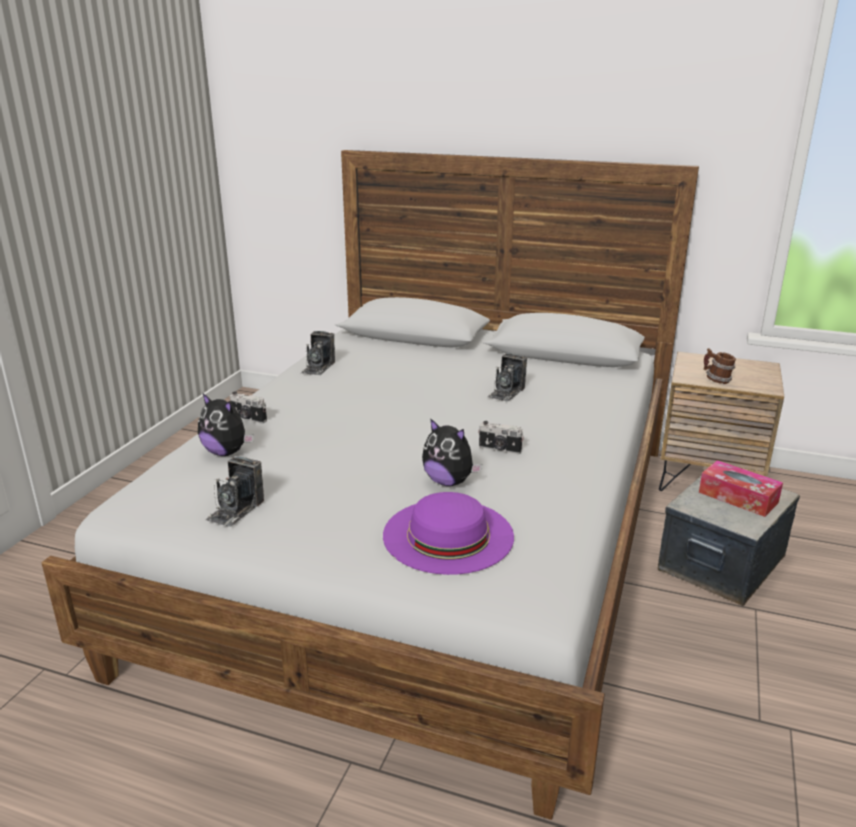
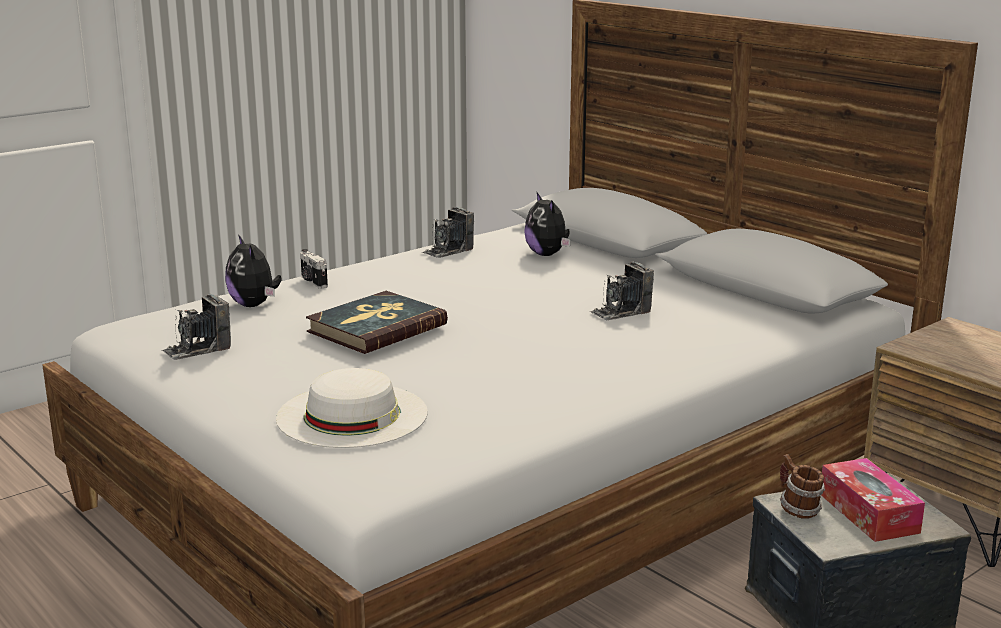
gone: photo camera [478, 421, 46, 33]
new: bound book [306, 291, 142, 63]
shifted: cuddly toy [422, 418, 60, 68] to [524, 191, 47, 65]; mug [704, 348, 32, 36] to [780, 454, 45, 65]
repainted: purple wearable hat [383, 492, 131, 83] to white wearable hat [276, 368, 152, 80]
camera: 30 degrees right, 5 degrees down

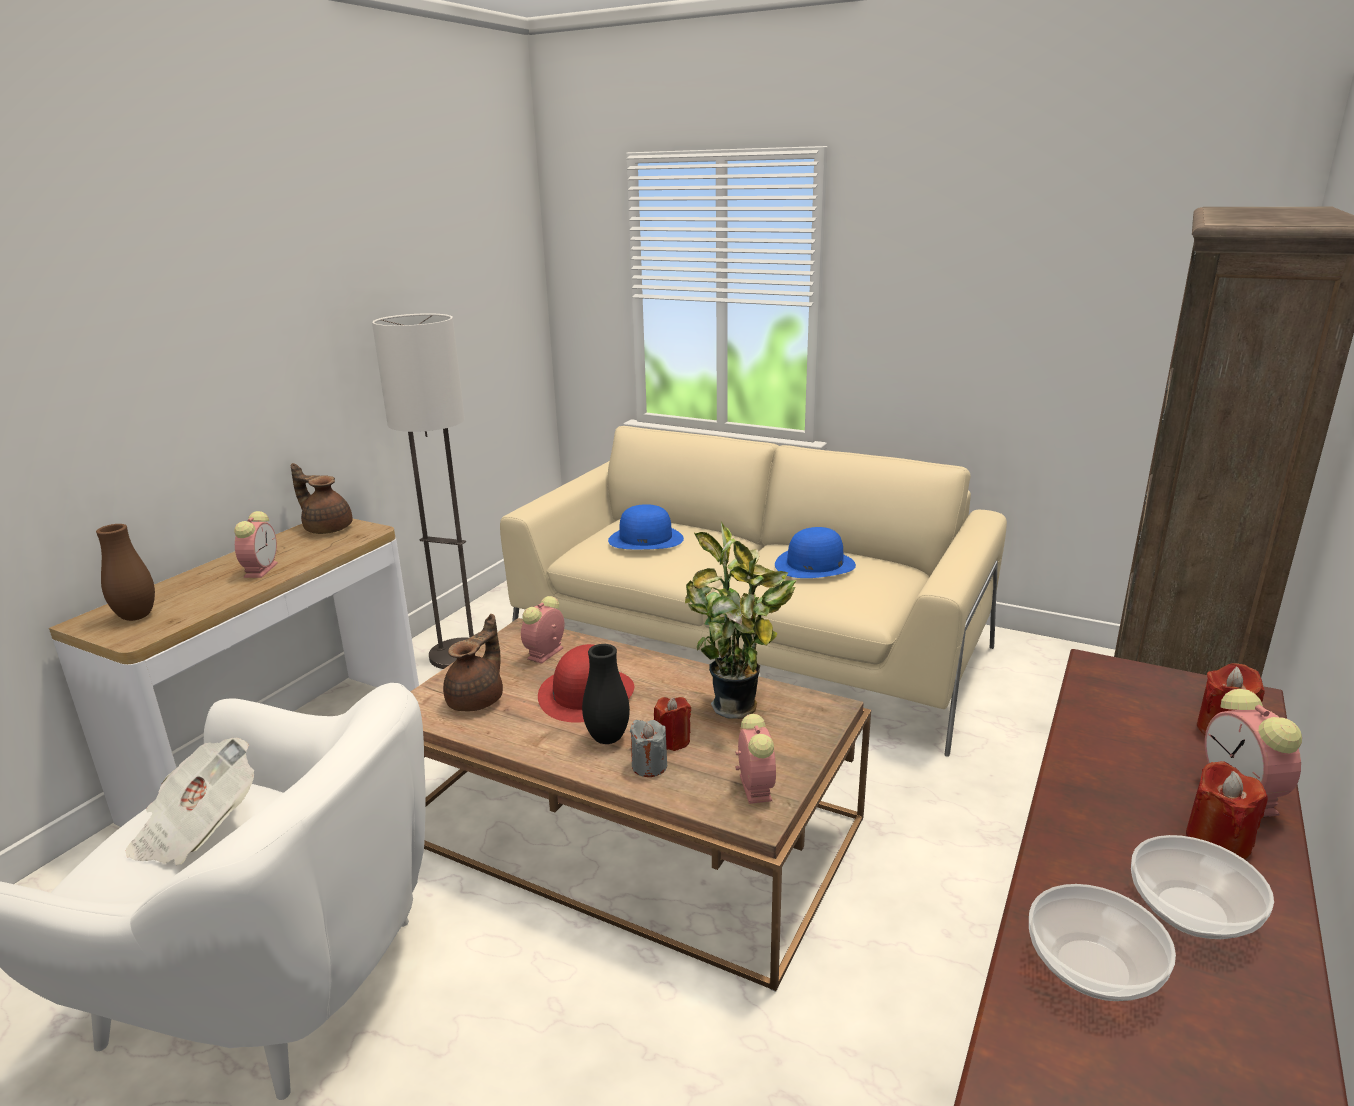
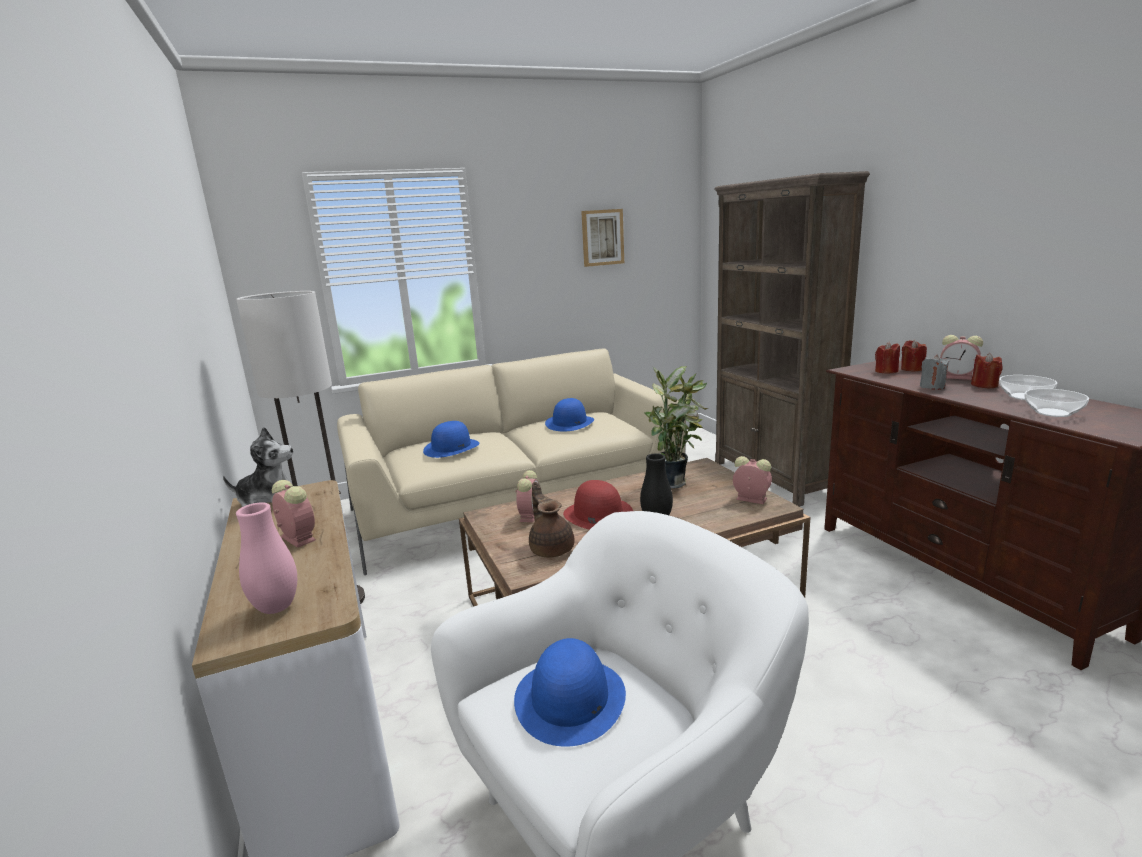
new: picture [581, 209, 43, 58]
shifted: grey wax light [630, 720, 37, 57] to [920, 355, 29, 35]; red-coloured wax light [654, 697, 37, 54] to [875, 342, 25, 31]
swapped: daily paper [125, 738, 129, 127] to blue wearable hat [514, 638, 112, 109]; brownish teapot [291, 463, 62, 71] to cuddly toy [223, 427, 71, 80]
repainted: brownish flower vase [96, 524, 59, 97] to pinkish flower vase [236, 502, 61, 112]
rotated: bedside clock [521, 596, 43, 68] = [515, 470, 24, 52] 150 degrees counterclockwise
camera: 50 degrees left, 5 degrees down

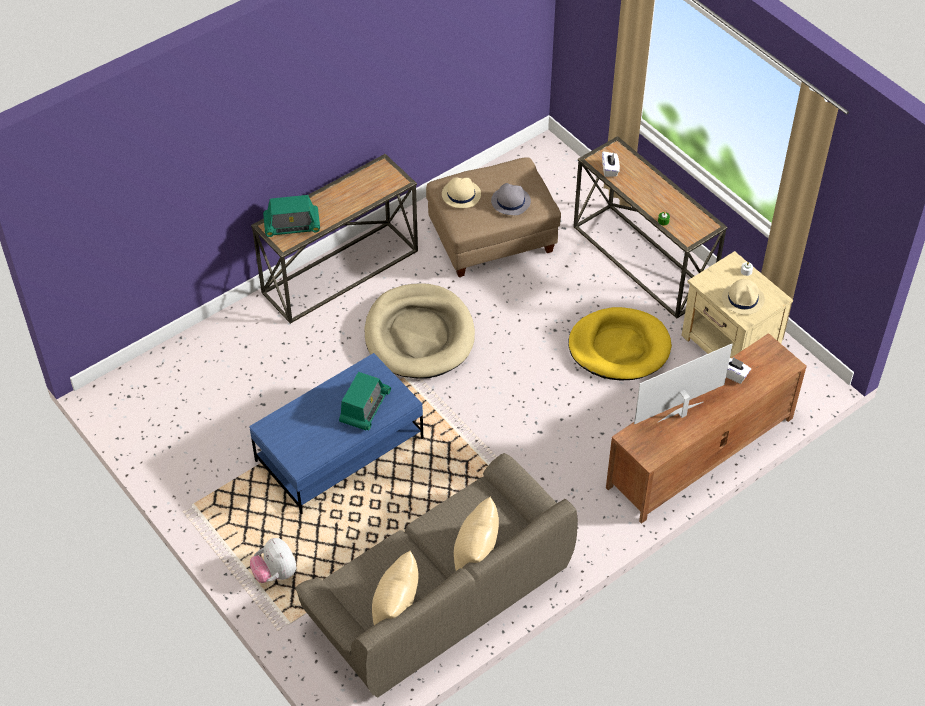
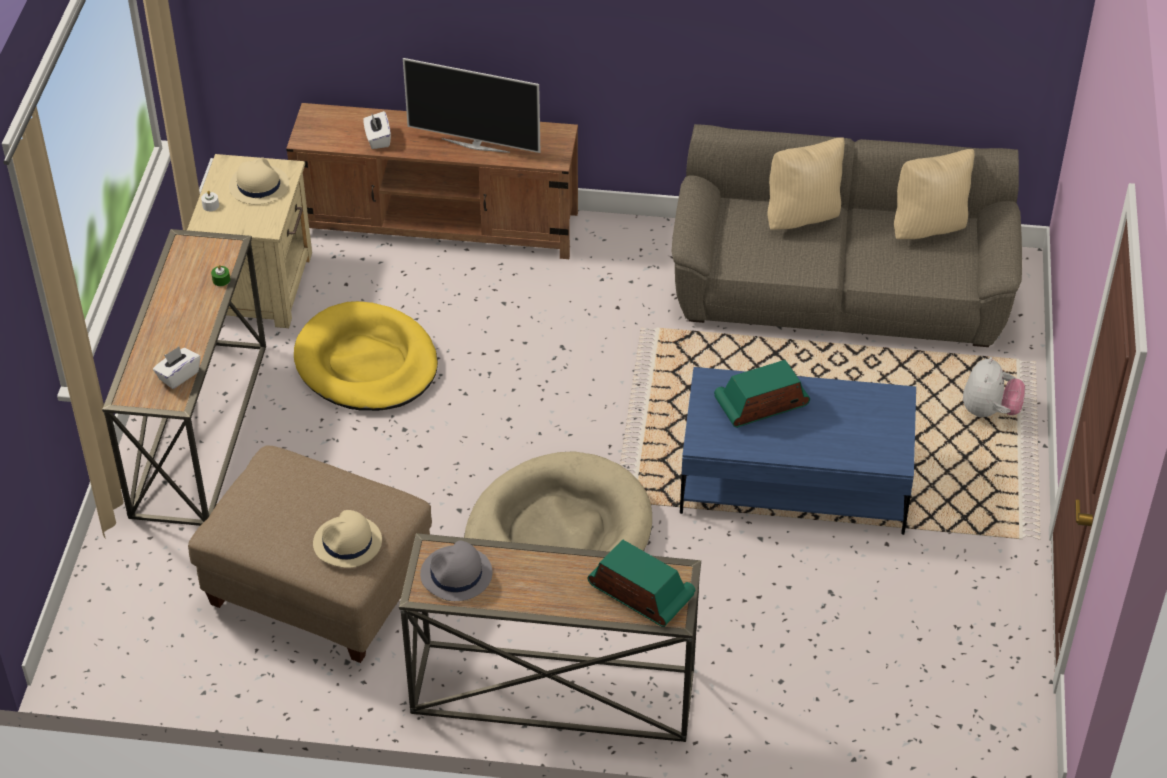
shifted: grey wearable hat [491, 183, 40, 32] to [420, 540, 72, 61]
camera: 135 degrees left, 5 degrees down

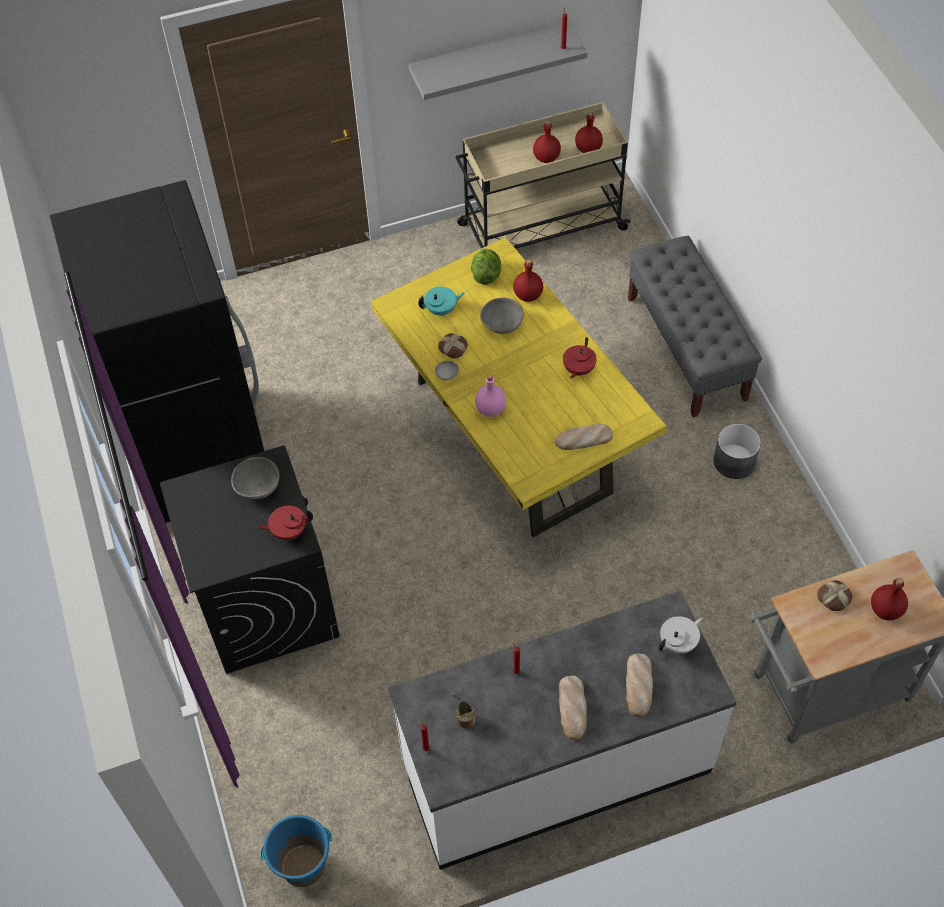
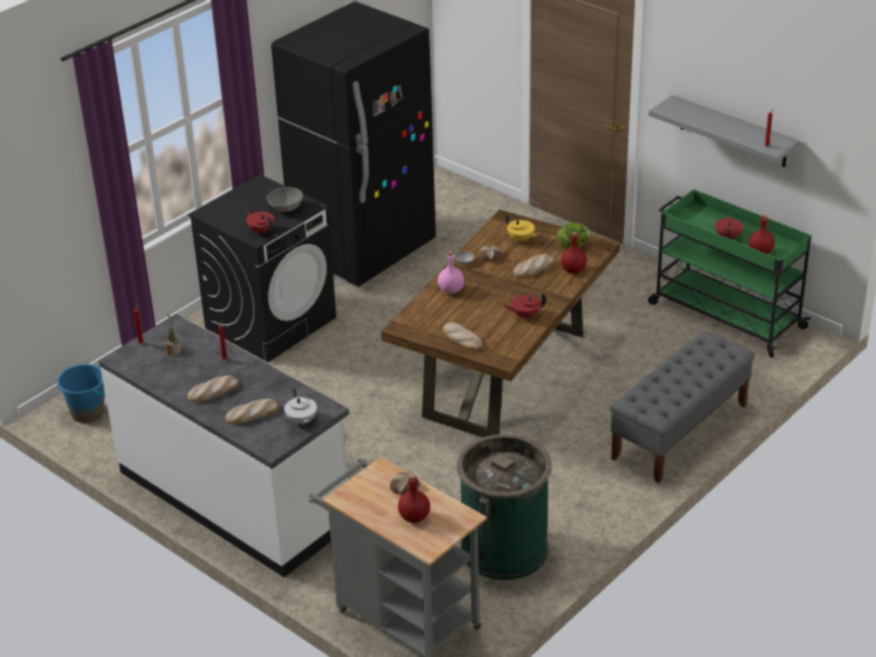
gone: grey plant pot [714, 424, 47, 55]
new: green-coloured waste bin [457, 434, 95, 146]
swapped: grey bowl [480, 298, 44, 36] to baked bread [513, 254, 41, 24]; red-coloured beverage bottle [533, 121, 28, 42] to red-coloured teapot [715, 214, 28, 25]
repainted: yellow-coloured kitchen table [371, 237, 295, 300] to brownish kitchen table [381, 210, 239, 227]; blue-green teapot [418, 287, 47, 30] to yellow-coloured teapot [506, 214, 31, 29]; sand-coloured trolley [455, 102, 176, 147] to green-coloured trolley [648, 189, 163, 168]
rotated: white teapot [659, 616, 45, 38] = [284, 388, 33, 38] 45 degrees clockwise
camera: 60 degrees right, 20 degrees down

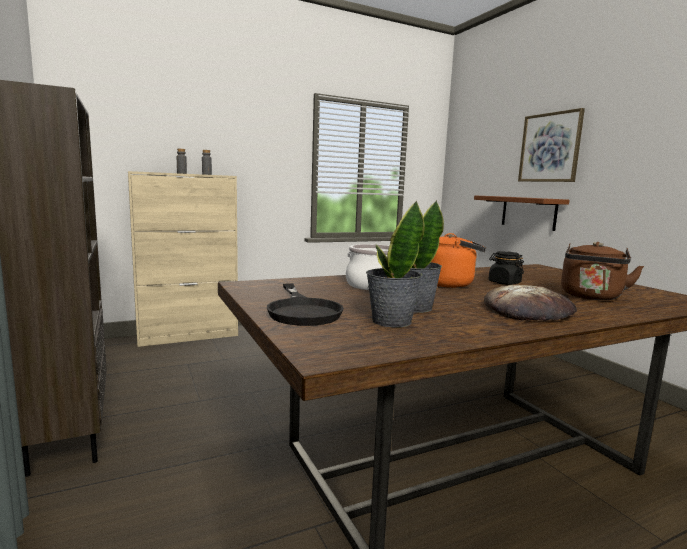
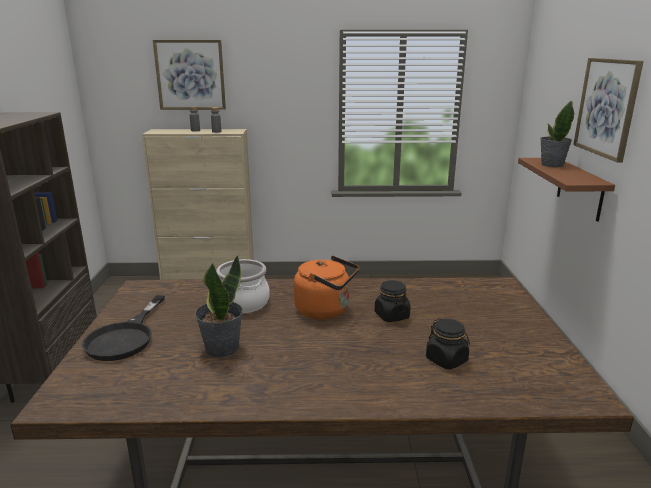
gone: baked bread [484, 285, 93, 36]
new: picture [153, 40, 73, 70]
shifted: plant in a pot [366, 200, 59, 128] to [540, 101, 34, 66]
swapped: brownish water kettle [561, 242, 83, 58] to blackish preserve jar [426, 318, 44, 52]
camera: 25 degrees right, 10 degrees up

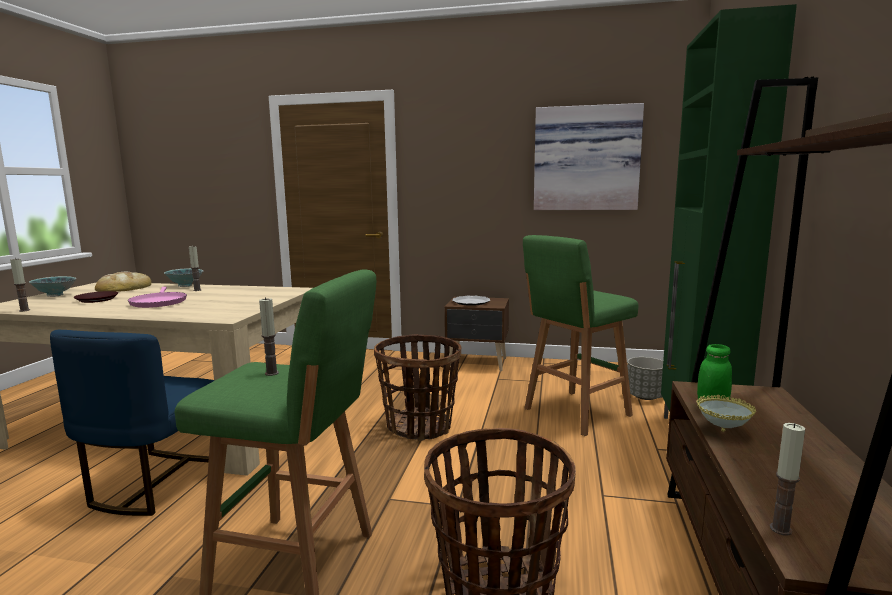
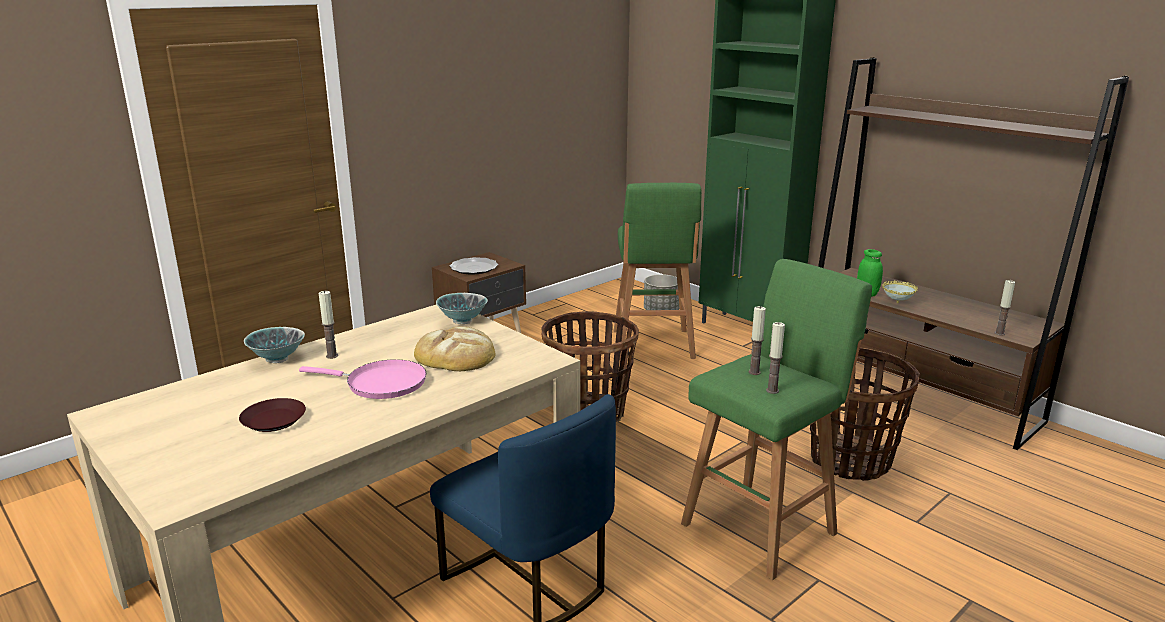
gone: picture [534, 103, 110, 107]
shifted: wax light [10, 258, 20, 54] to [766, 322, 19, 72]; bowl [29, 276, 47, 21] to [436, 293, 52, 31]; baked bread [95, 272, 56, 20] to [414, 326, 81, 45]
camera: 55 degrees left, 10 degrees up

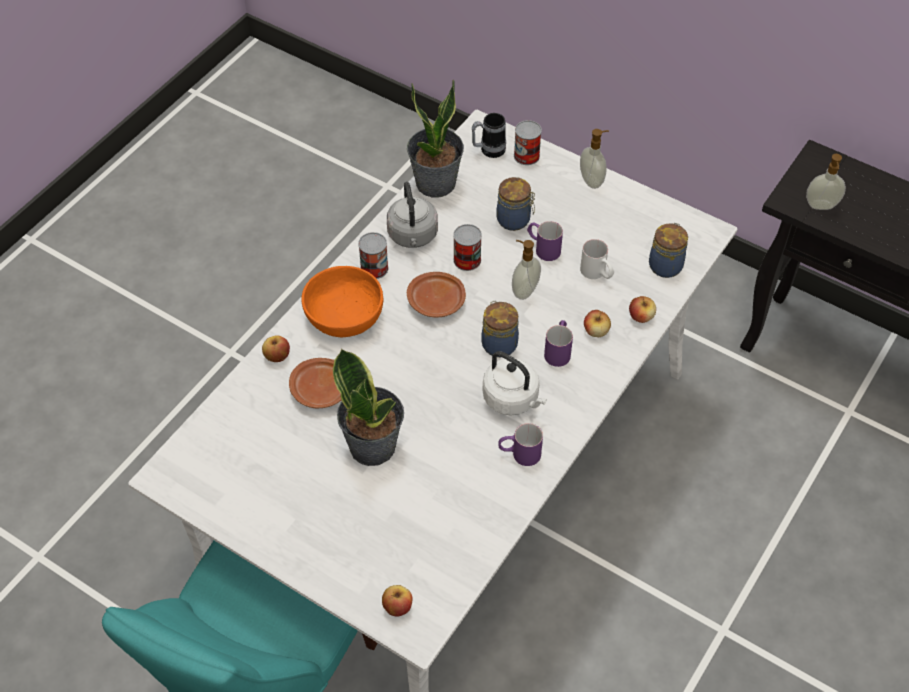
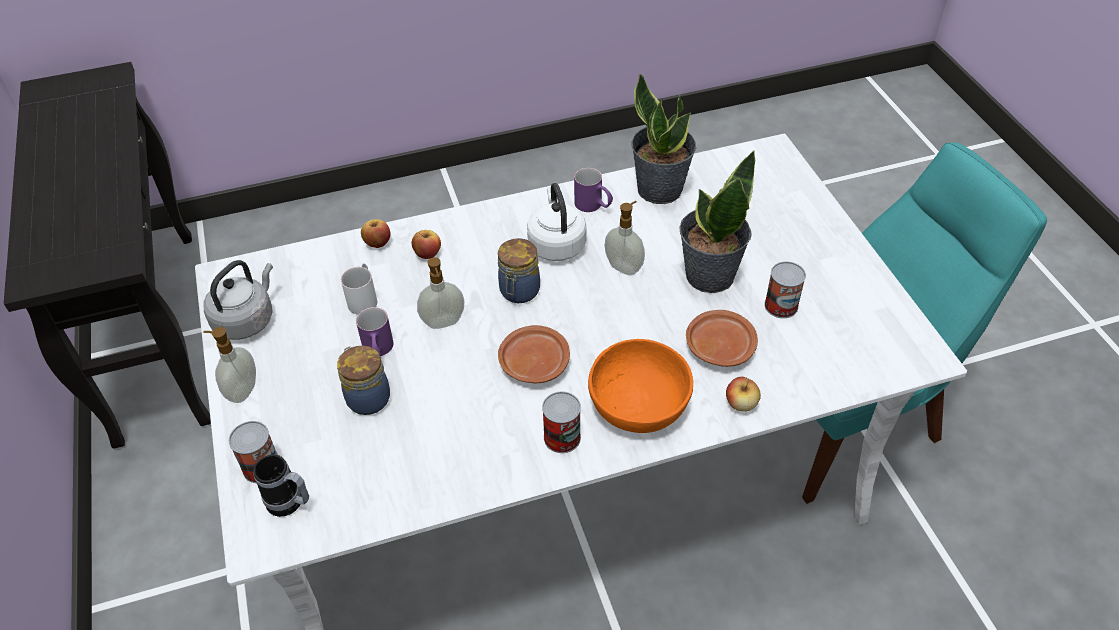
gone: whole apple [382, 585, 30, 31]; purple mug [544, 320, 29, 47]; preserve jar [649, 223, 39, 55]
shifted: grey water kettle [387, 182, 51, 66] to [203, 260, 70, 80]; plant in a pot [407, 79, 57, 119] to [631, 73, 65, 131]; metal can [453, 224, 29, 47] to [764, 261, 42, 57]; liquid soap bottle [806, 154, 40, 56] to [605, 201, 40, 74]
camera: 140 degrees left, 5 degrees down

